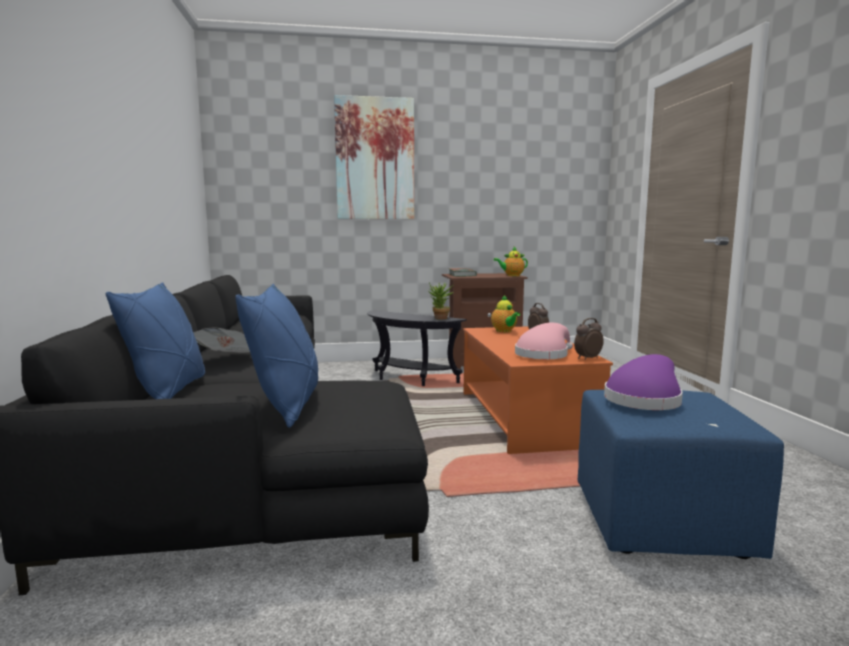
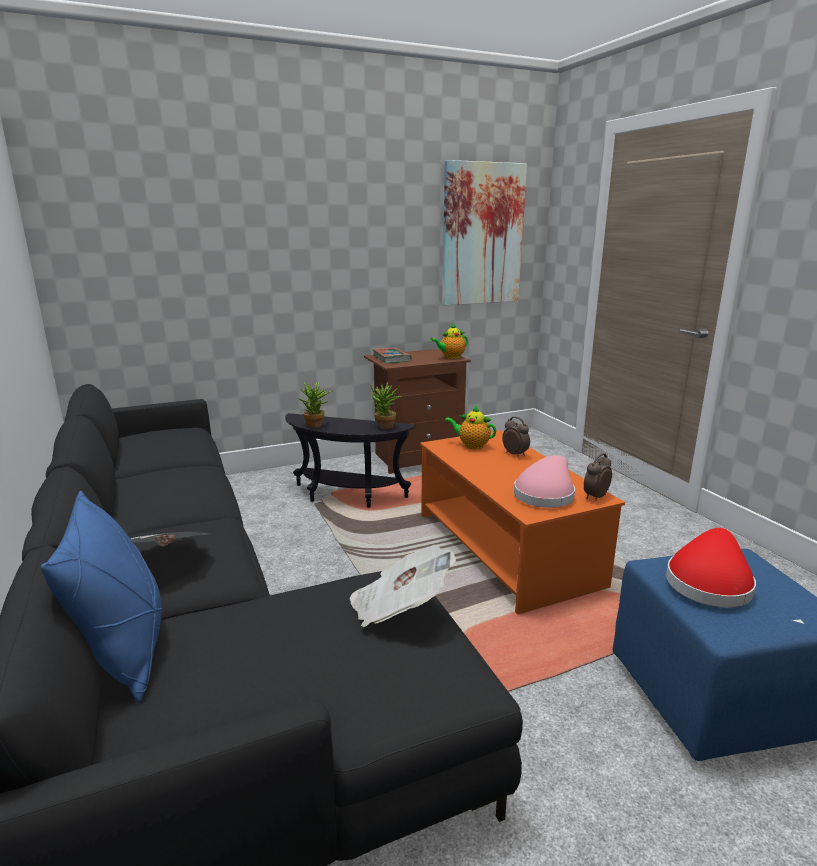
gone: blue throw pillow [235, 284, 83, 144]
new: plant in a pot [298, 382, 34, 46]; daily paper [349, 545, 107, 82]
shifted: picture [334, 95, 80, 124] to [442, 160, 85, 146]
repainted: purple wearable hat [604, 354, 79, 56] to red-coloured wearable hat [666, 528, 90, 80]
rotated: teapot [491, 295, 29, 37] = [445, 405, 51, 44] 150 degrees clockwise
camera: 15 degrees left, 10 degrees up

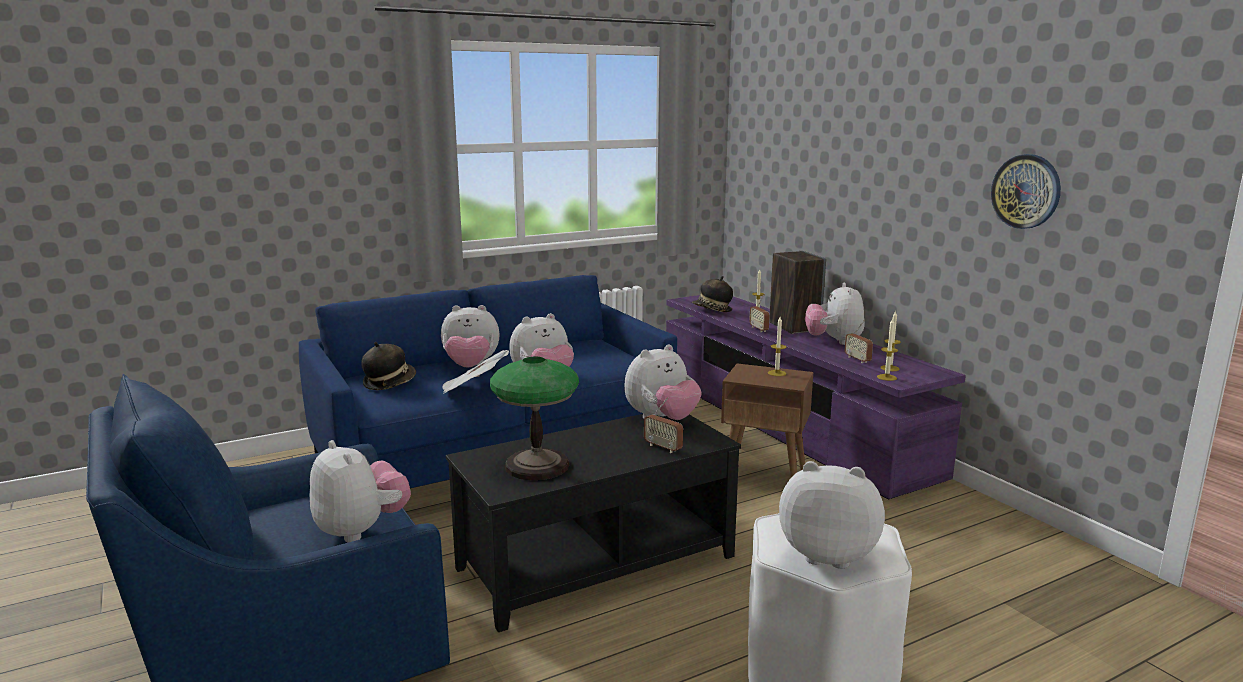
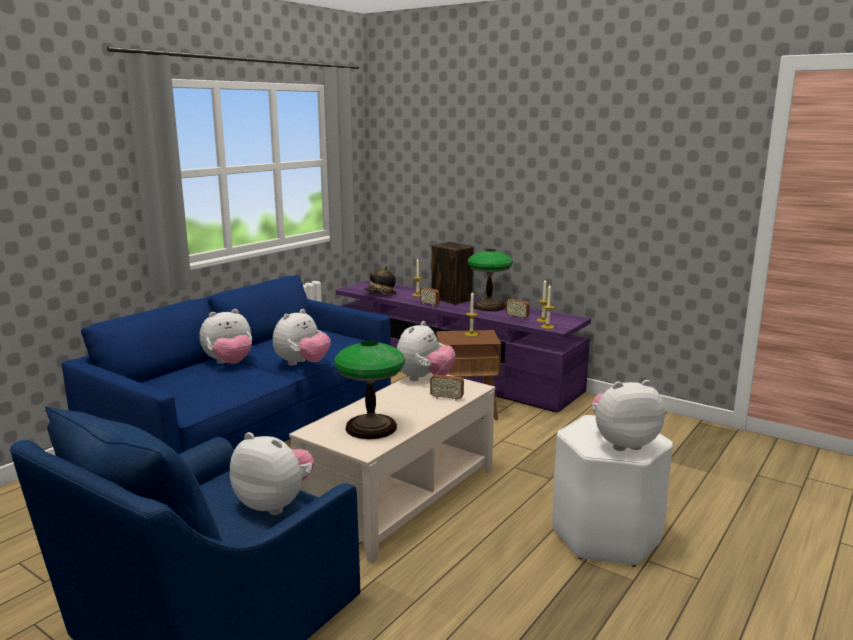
gone: wearable hat [361, 342, 55, 48]; daily paper [442, 350, 67, 44]; wall clock [991, 154, 70, 75]
swapped: cuddly toy [805, 283, 60, 62] to tabletop lamp [468, 249, 45, 62]
repainted: blackish low table [446, 414, 295, 218] to sand-coloured low table [289, 372, 206, 192]
camera: 25 degrees left, 0 degrees up

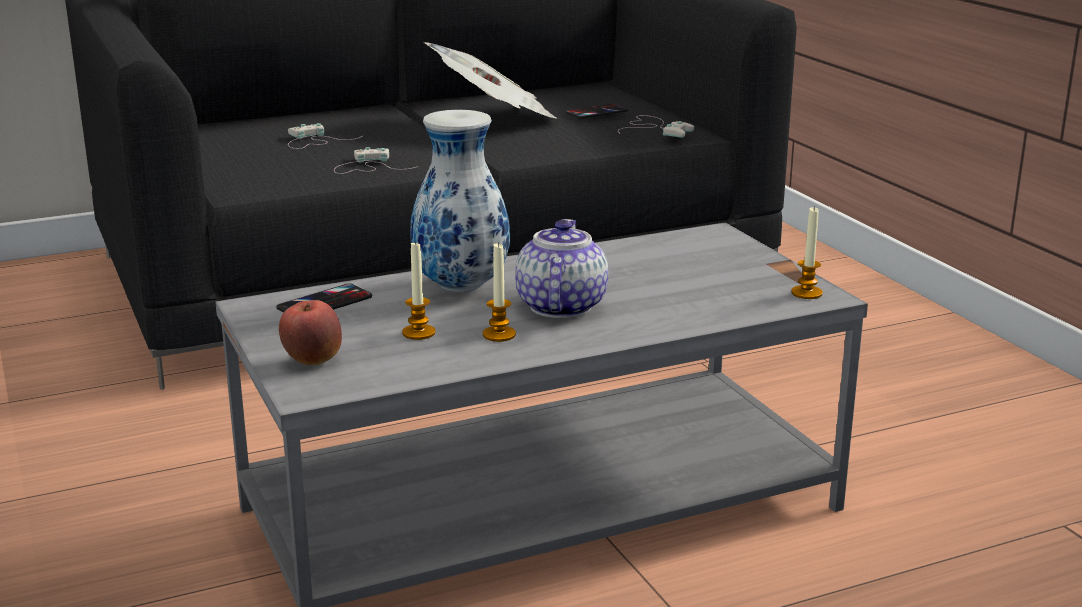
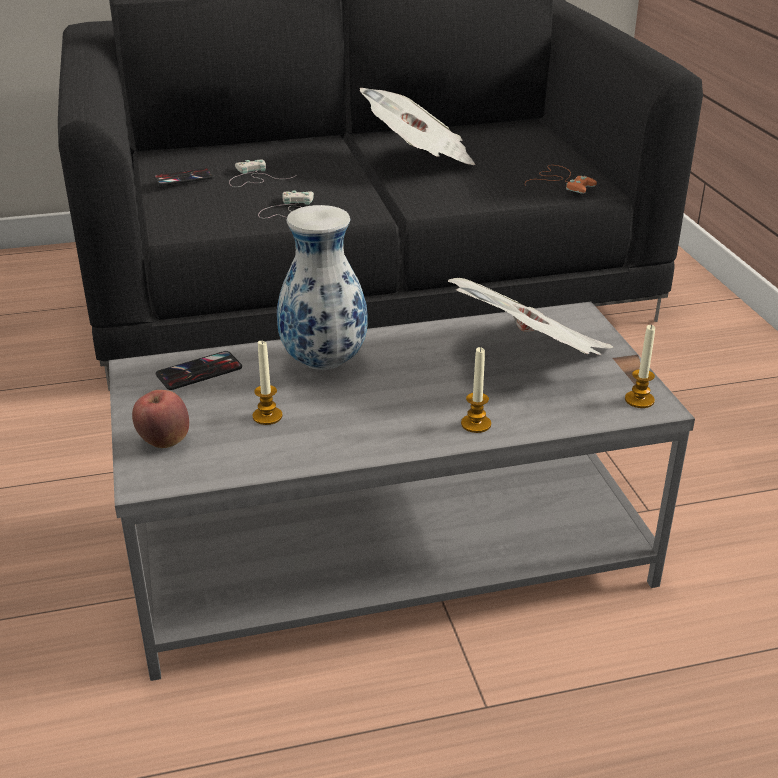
gone: teapot [515, 219, 93, 99]
new: daily paper [448, 278, 165, 77]
shifted: wax light [483, 242, 33, 100] to [461, 347, 30, 86]; telephone [565, 103, 64, 16] to [154, 168, 60, 18]
repainted: white joypad [618, 115, 76, 23] to orangey joypad [525, 165, 72, 29]
camera: 10 degrees right, 10 degrees up

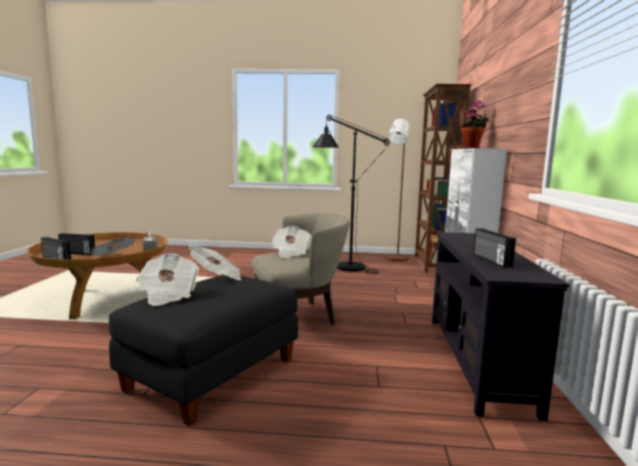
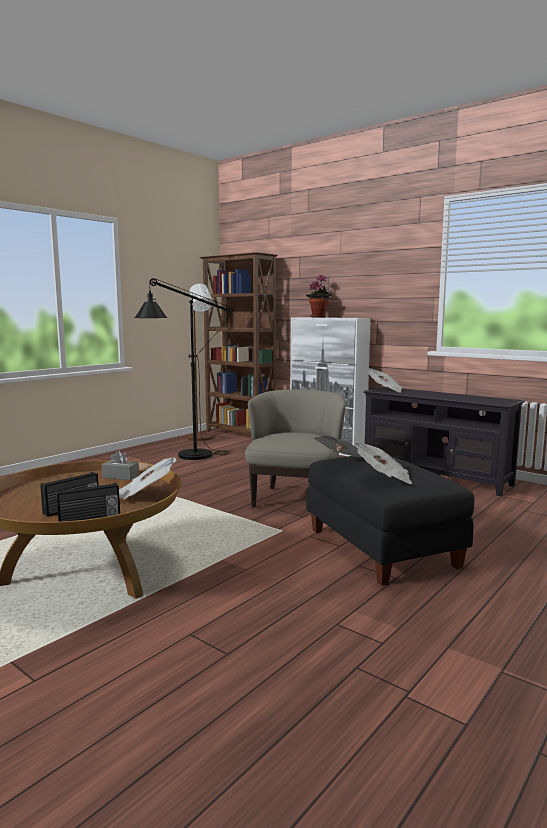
gone: radio [473, 228, 43, 40]
shifted: daily paper [272, 226, 40, 32] to [368, 368, 35, 25]
camera: 55 degrees left, 0 degrees up

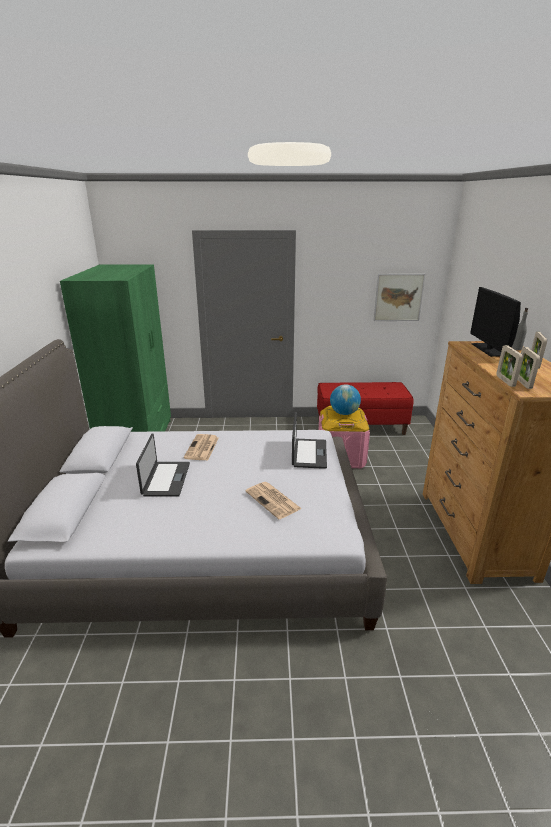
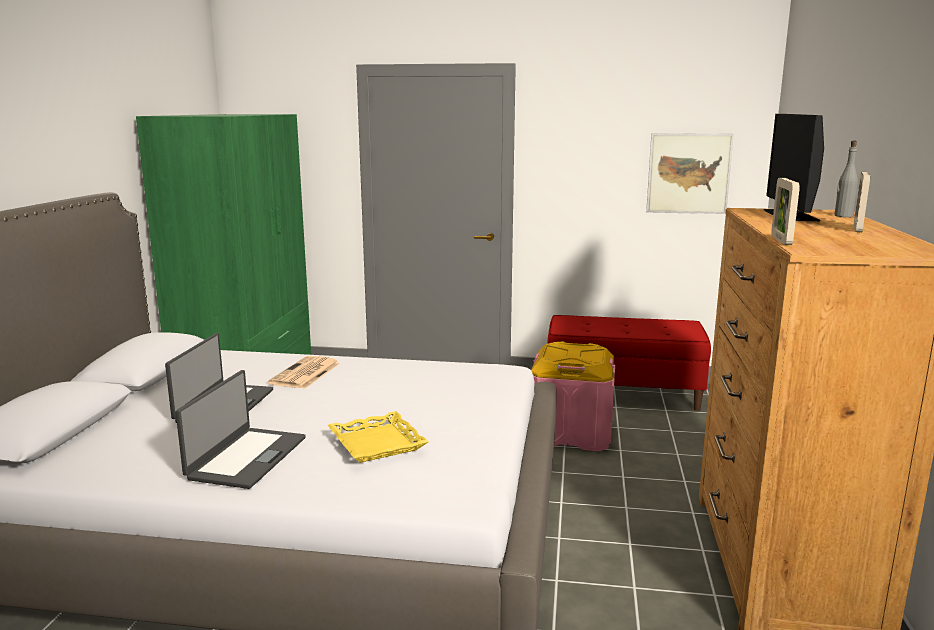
gone: world globe [330, 384, 31, 31]; picture frame [518, 347, 23, 42]
shifted: notebook computer [292, 412, 35, 57] to [176, 370, 130, 119]
swapped: daily paper [245, 482, 57, 37] to yellow-coloured carrying tray [328, 411, 101, 52]
camera: 10 degrees right, 10 degrees down

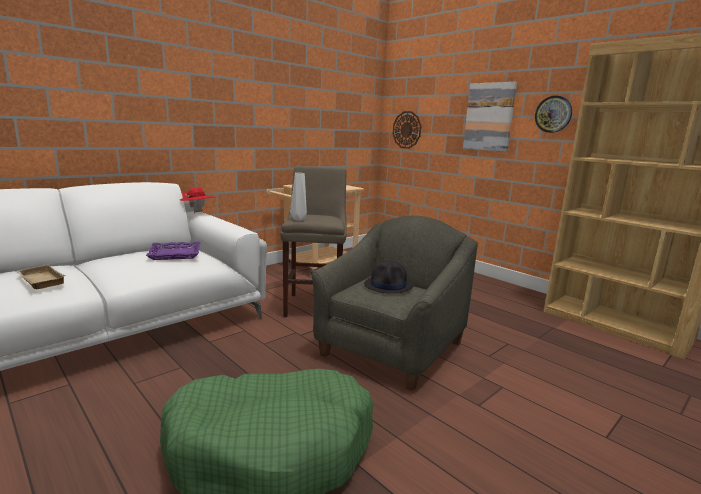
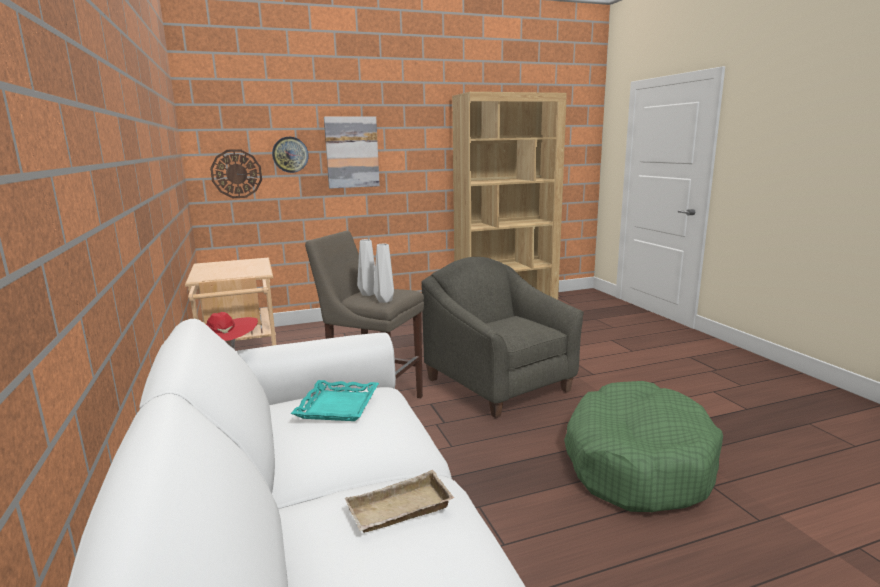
gone: blackish wearable hat [364, 261, 49, 33]
new: white flower vase [357, 239, 18, 57]
shifted: wall clock [535, 96, 37, 37] to [272, 137, 37, 36]
repainted: purple carrying tray [146, 241, 55, 19] to blue-green carrying tray [291, 380, 88, 41]
camera: 65 degrees left, 0 degrees up

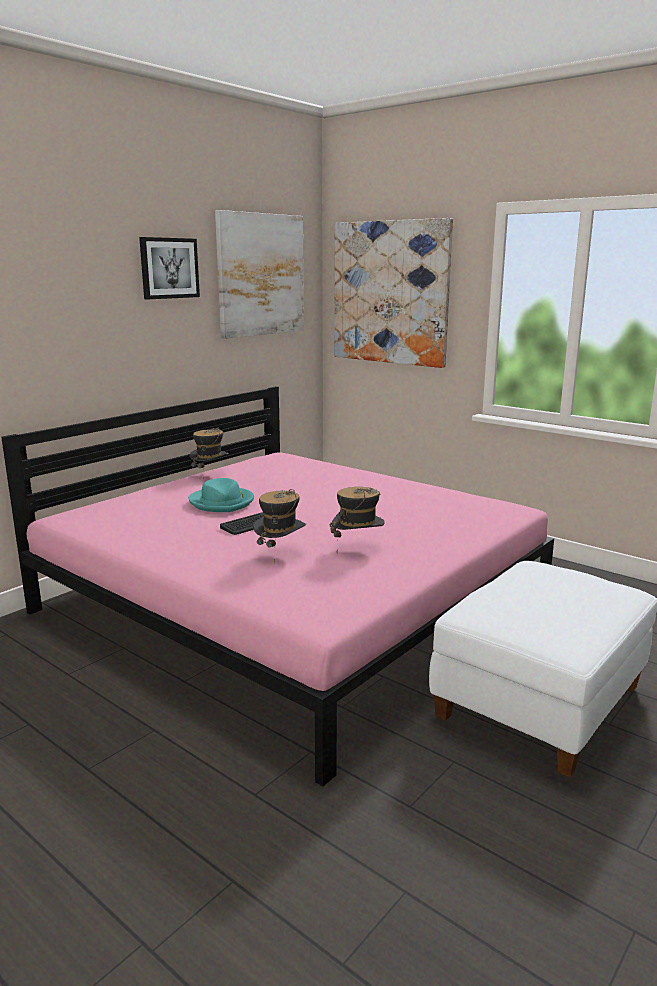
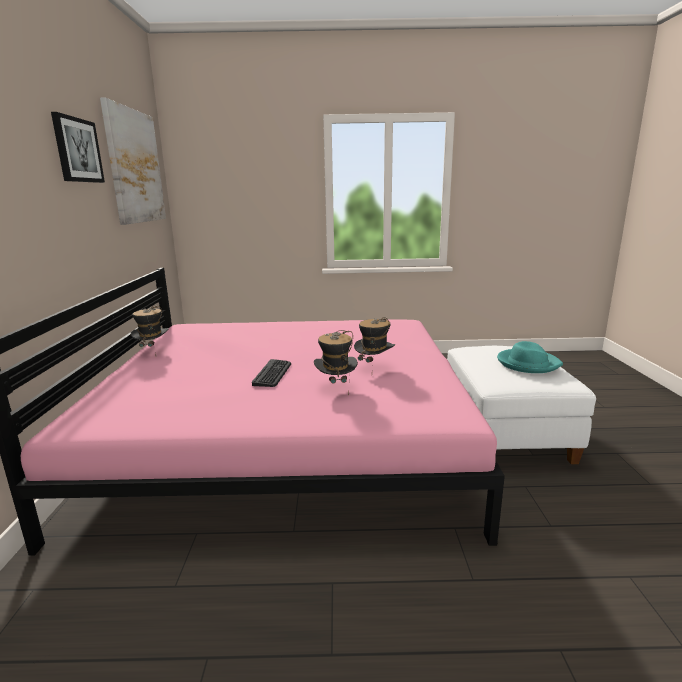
gone: picture [334, 218, 119, 150]
shifted: blue-green wearable hat [188, 478, 66, 34] to [497, 341, 66, 32]
camera: 40 degrees left, 0 degrees up

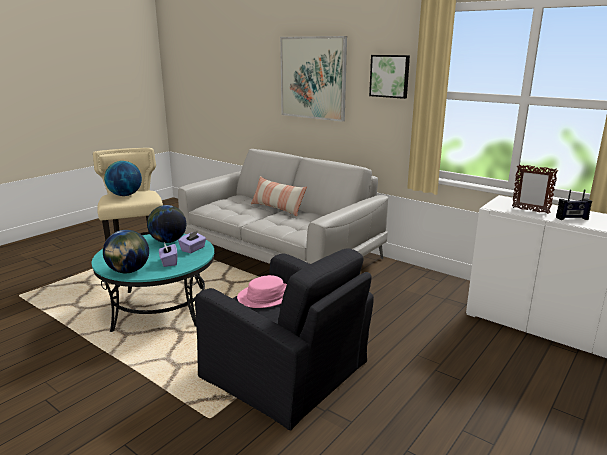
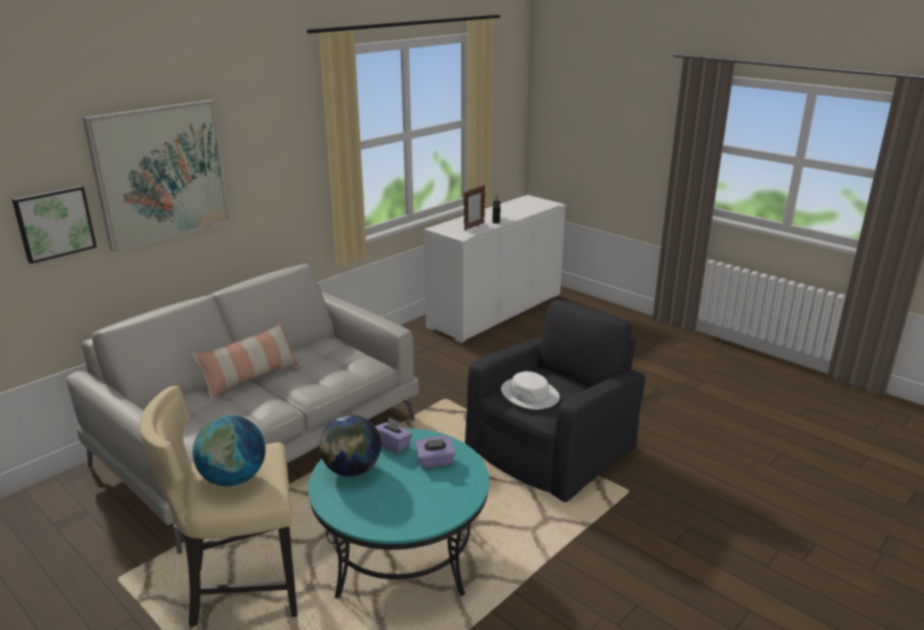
gone: world globe [103, 230, 46, 43]
shifted: picture [369, 55, 41, 44] to [12, 185, 85, 79]
repainted: pinkish wearable hat [237, 275, 50, 33] to white wearable hat [501, 371, 59, 38]
camera: 85 degrees left, 5 degrees up

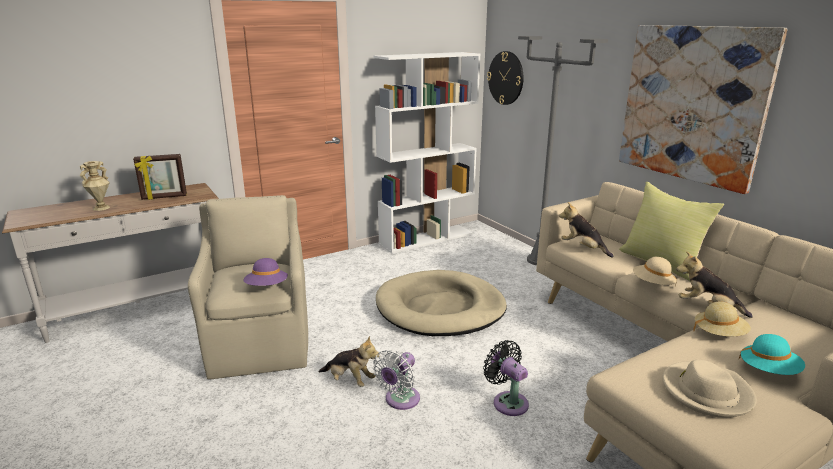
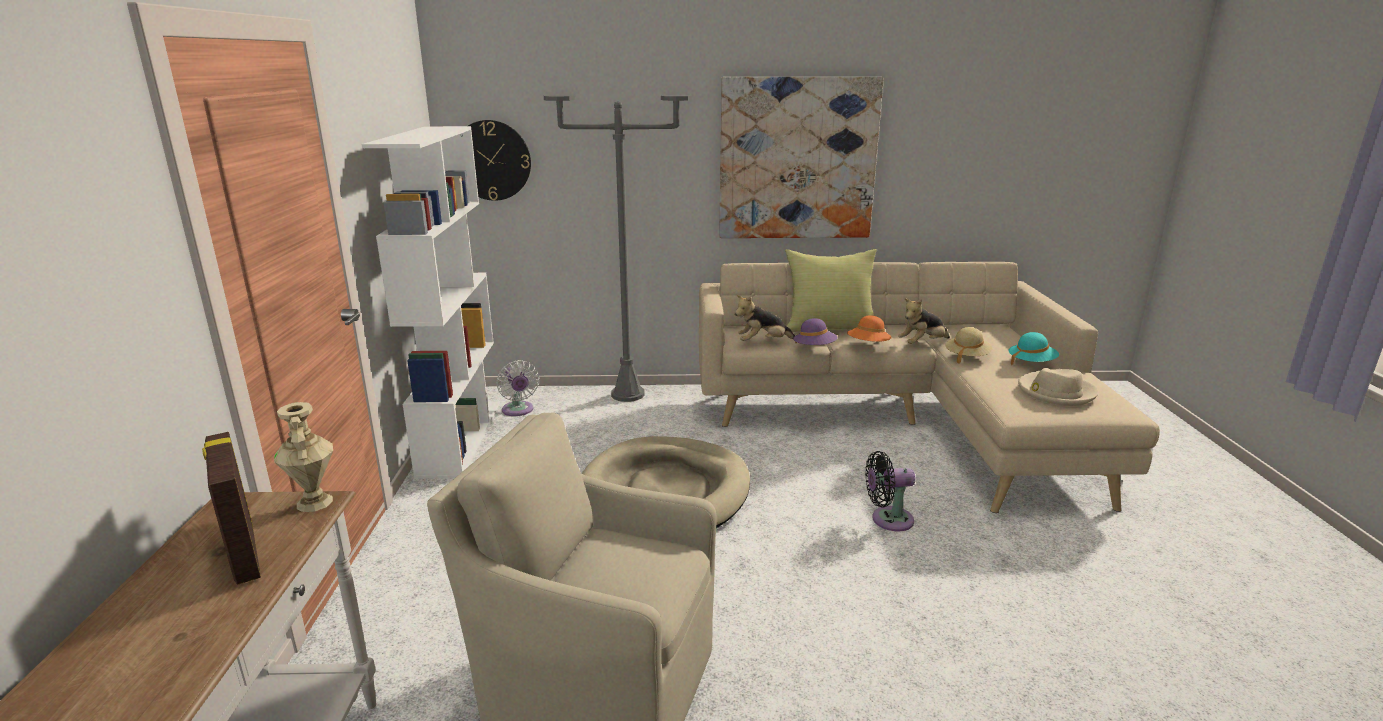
gone: cuddly toy [319, 336, 62, 51]
shifted: sand-coloured flower vase [80, 161, 30, 50] to [274, 402, 59, 110]; purple wearable hat [244, 258, 44, 28] to [793, 318, 45, 27]; white cooling fan [373, 350, 47, 60] to [496, 360, 44, 56]
repainted: sand-coloured wearable hat [633, 257, 44, 29] to orangey wearable hat [847, 315, 45, 27]
rotated: picture frame [133, 154, 54, 46] = [202, 432, 59, 153] 135 degrees clockwise
camera: 60 degrees left, 0 degrees up

